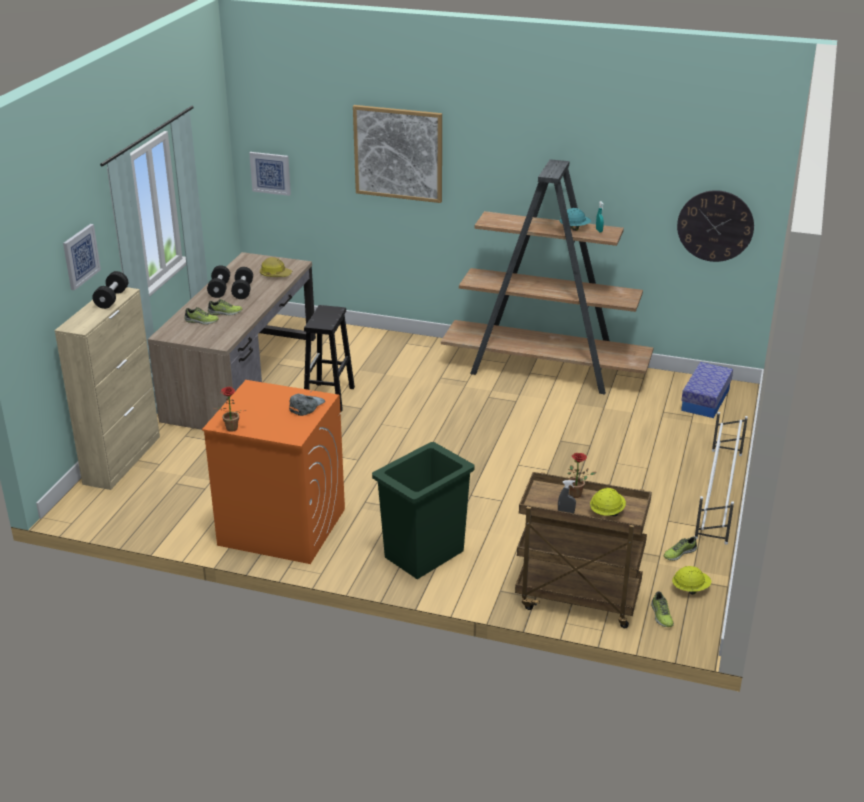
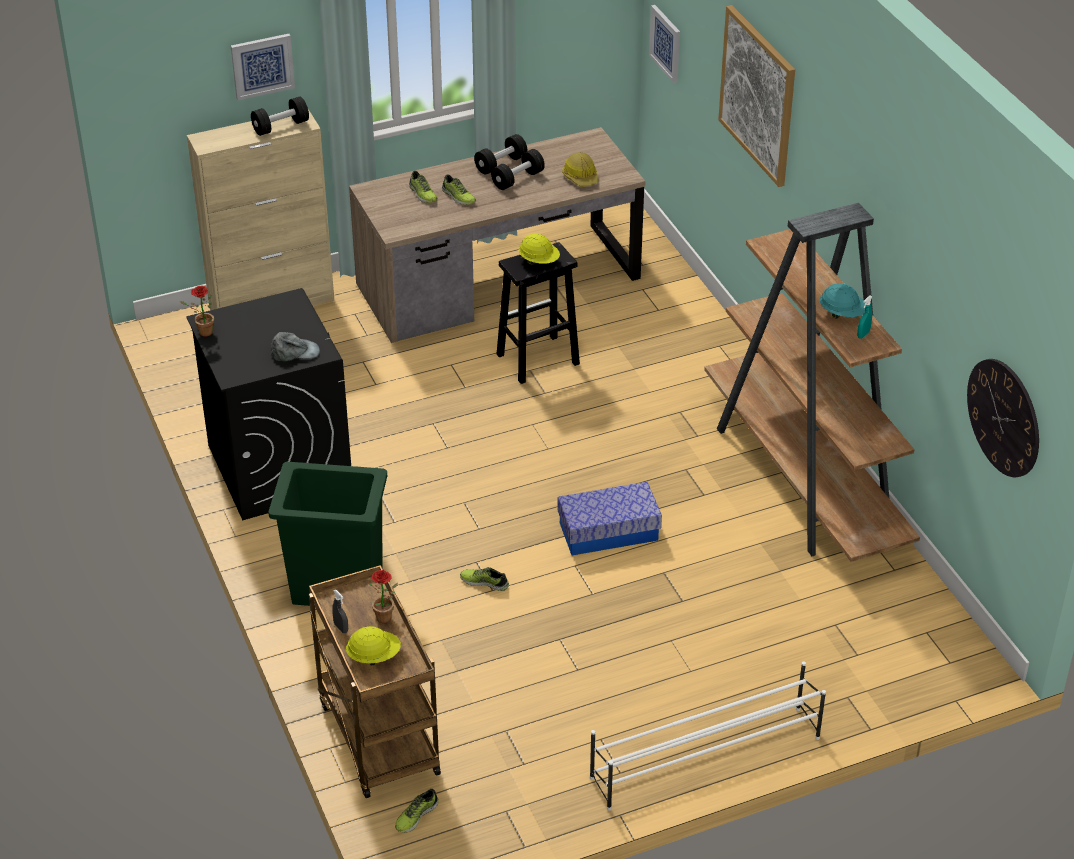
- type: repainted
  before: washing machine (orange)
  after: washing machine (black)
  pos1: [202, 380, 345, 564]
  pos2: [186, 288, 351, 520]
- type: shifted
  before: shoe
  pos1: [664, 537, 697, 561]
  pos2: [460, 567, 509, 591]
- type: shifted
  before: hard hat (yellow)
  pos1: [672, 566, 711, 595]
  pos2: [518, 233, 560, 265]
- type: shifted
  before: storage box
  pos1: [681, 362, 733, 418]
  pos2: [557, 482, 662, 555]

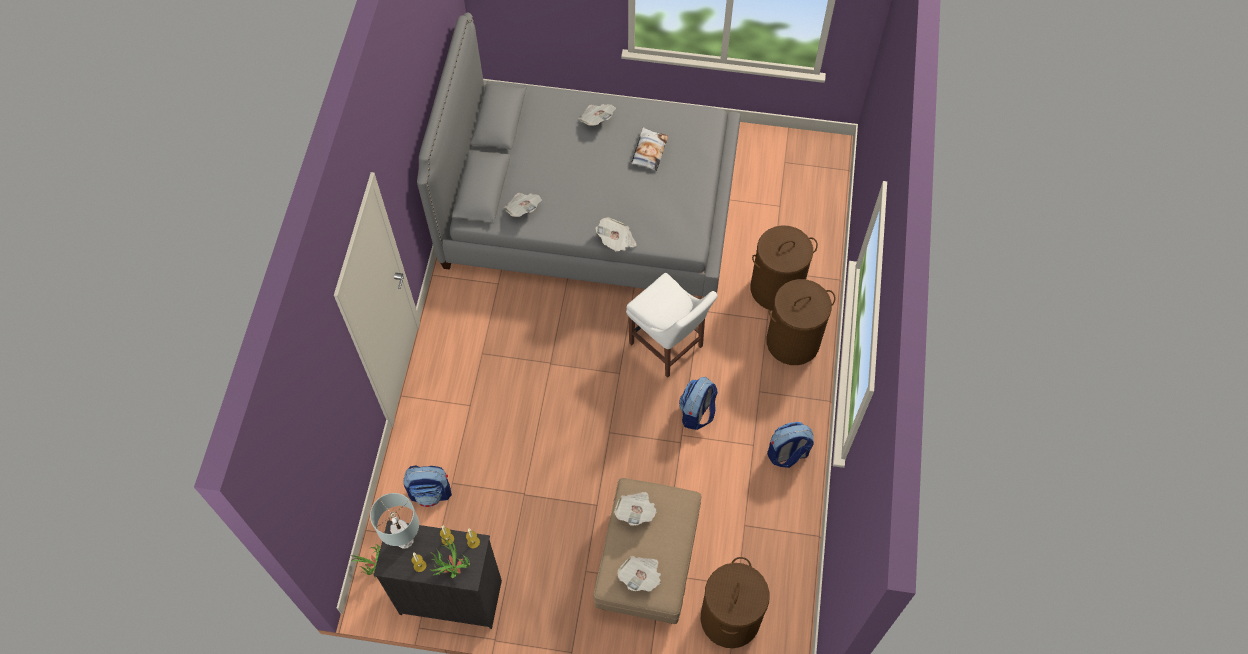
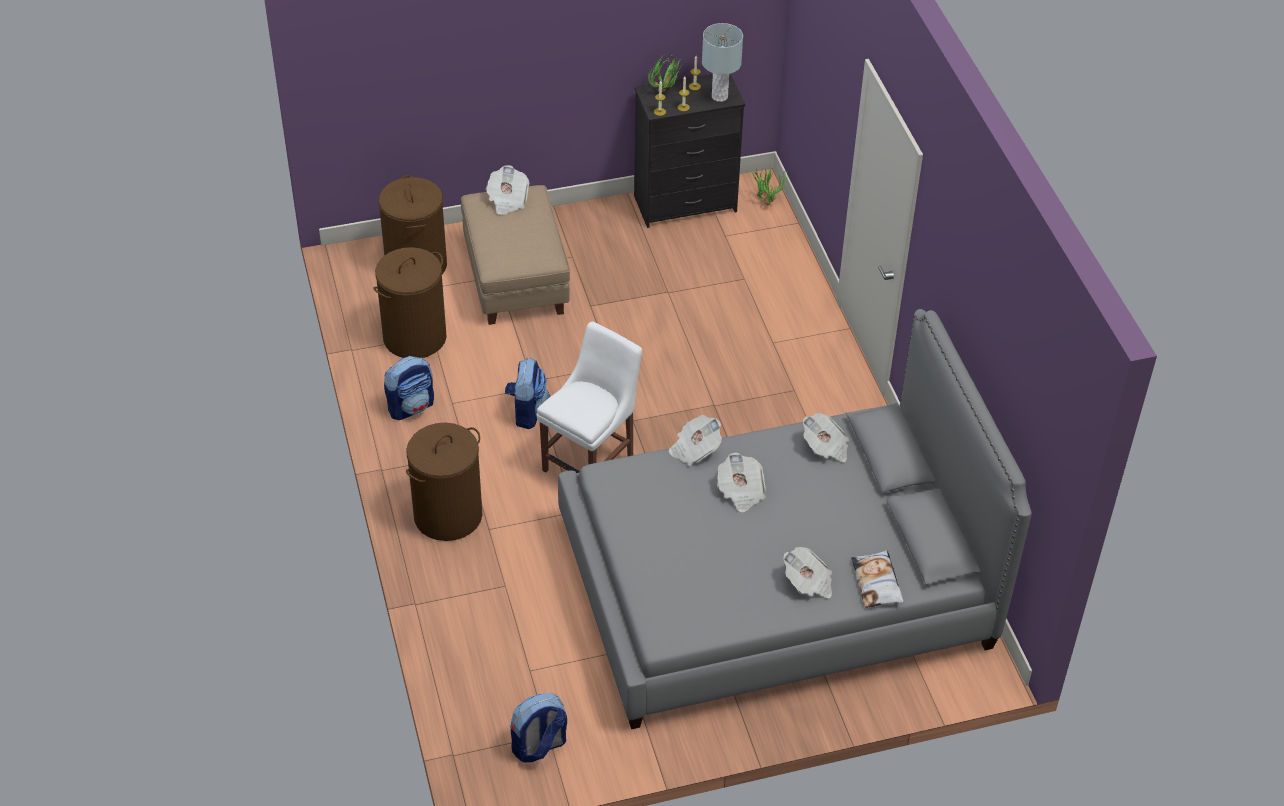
- type: shifted
  before: backpack
  pos1: [404, 466, 452, 507]
  pos2: [511, 693, 567, 763]
- type: shifted
  before: newspaper
  pos1: [614, 492, 657, 526]
  pos2: [717, 452, 766, 512]
- type: rotated
  before: chair (white)
  pos1: [626, 273, 718, 378]
  pos2: [537, 322, 642, 473]
  turn: 105
- type: shifted
  before: pillow
  pos1: [631, 127, 668, 171]
  pos2: [851, 550, 903, 608]
- type: shifted
  before: laundry basket (brown)
  pos1: [751, 225, 818, 310]
  pos2: [374, 247, 447, 358]

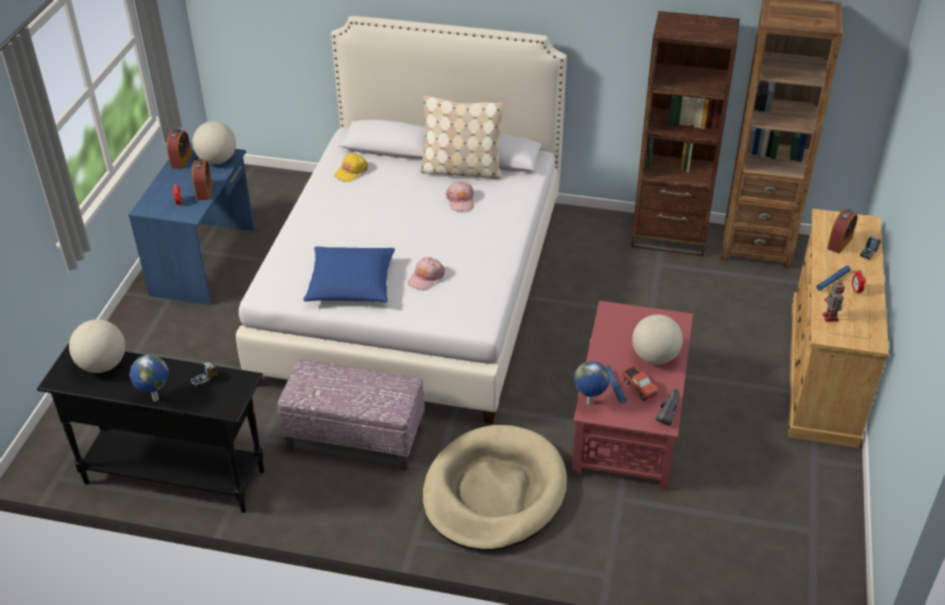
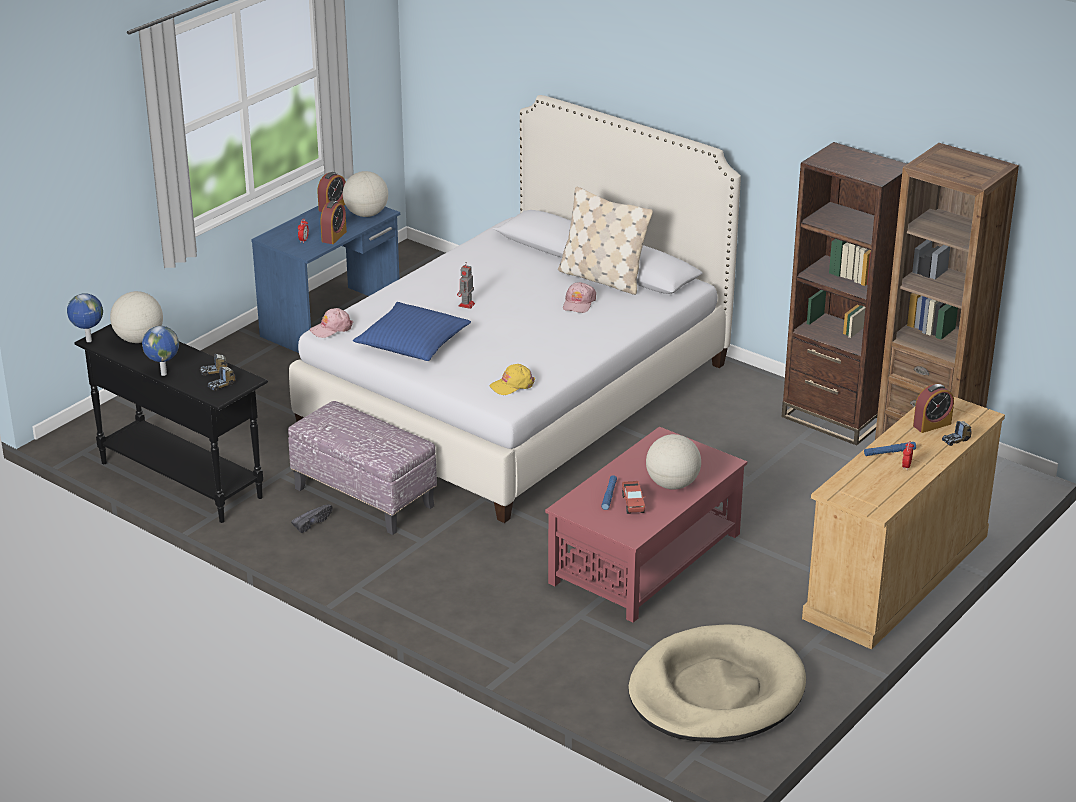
- type: shifted
  before: cap (yellow)
  pos1: [334, 153, 368, 182]
  pos2: [490, 364, 535, 395]
- type: shifted
  before: cap (pink)
  pos1: [408, 257, 445, 290]
  pos2: [309, 308, 353, 338]
- type: shifted
  before: dog bed (beige)
  pos1: [423, 425, 567, 551]
  pos2: [629, 624, 806, 743]
- type: shifted
  before: globe
  pos1: [574, 361, 610, 405]
  pos2: [67, 293, 103, 342]
- type: shifted
  before: shoe (black)
  pos1: [656, 389, 679, 426]
  pos2: [291, 504, 332, 533]
- type: shifted
  before: toy robot
  pos1: [822, 281, 845, 322]
  pos2: [457, 262, 475, 309]
- type: new
  after: toy truck
  pos2: [208, 367, 236, 391]

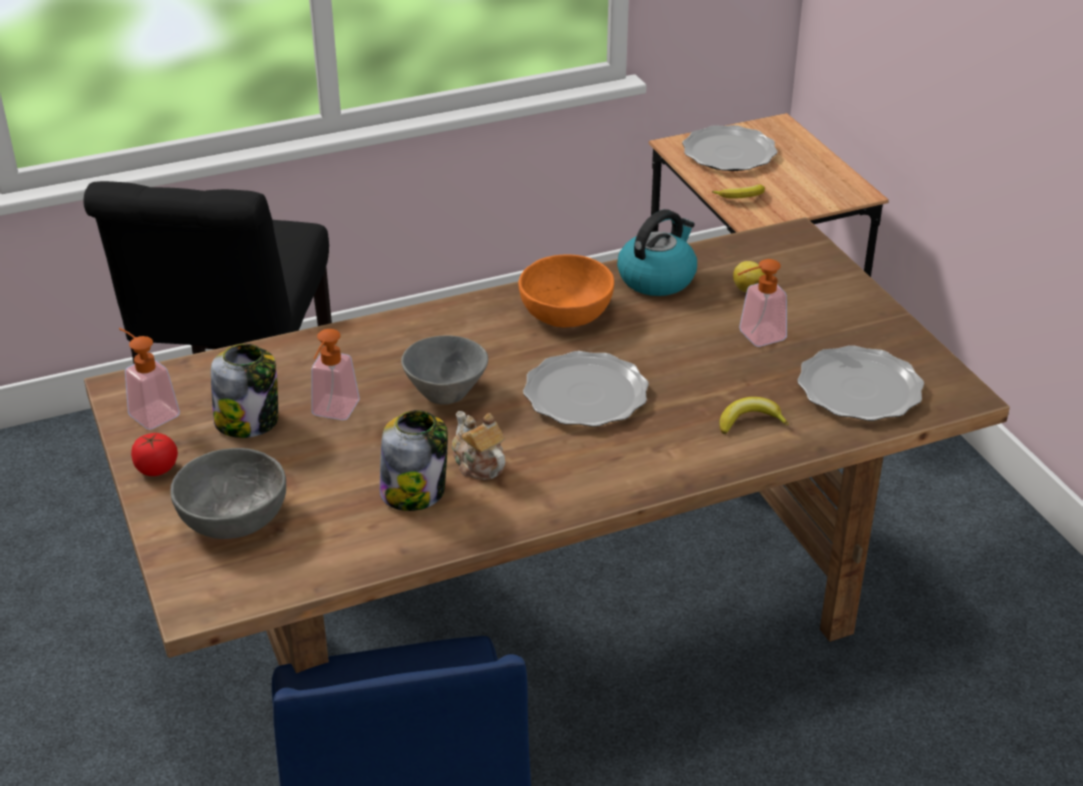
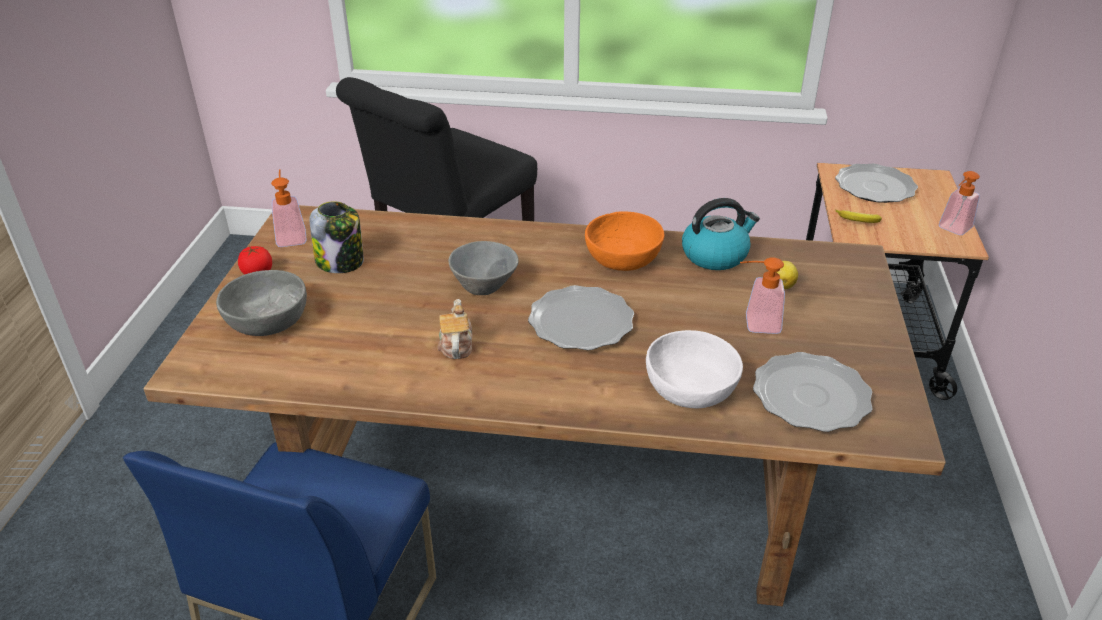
- type: shifted
  before: soap dispenser
  pos1: [311, 329, 360, 420]
  pos2: [939, 171, 980, 235]
- type: gone
  before: jar
  pos1: [380, 410, 448, 511]
- type: swapped
  before: banana
  after: bowl (white)
  pos1: [719, 397, 789, 434]
  pos2: [646, 330, 743, 408]

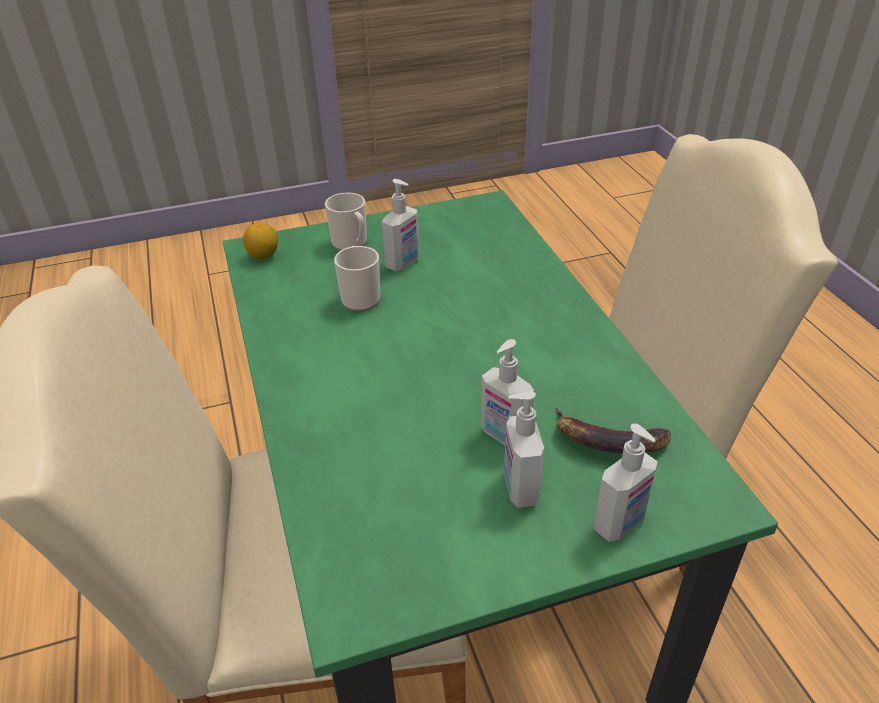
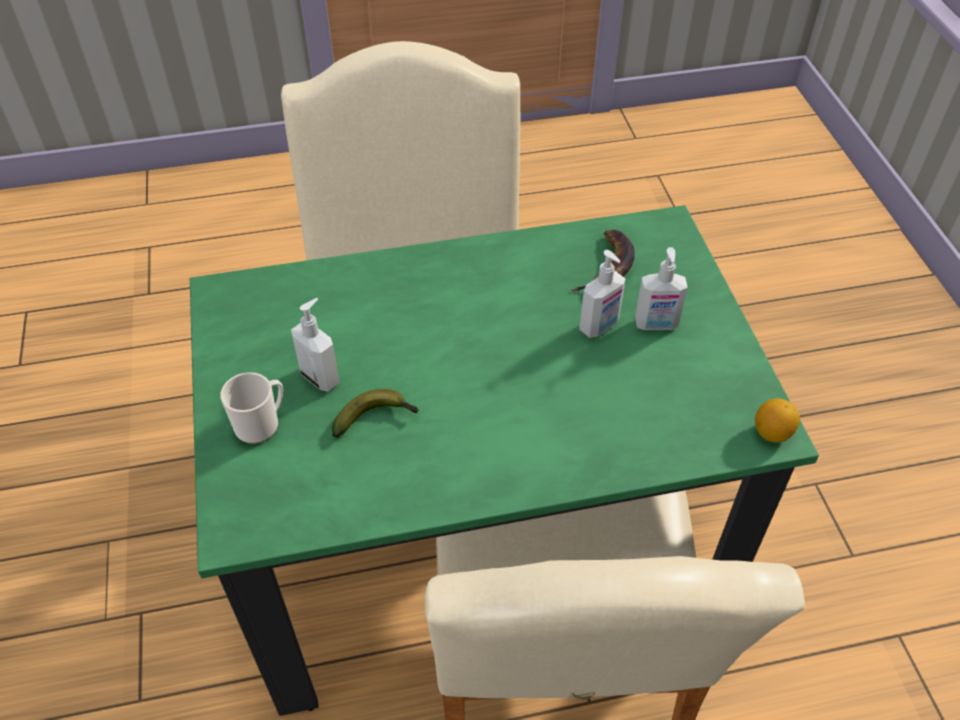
- type: shifted
  before: lemon
  pos1: [243, 222, 278, 260]
  pos2: [755, 398, 800, 443]
- type: swapped
  before: mug
  after: banana
  pos1: [334, 246, 380, 311]
  pos2: [332, 389, 419, 438]
- type: gone
  before: soap dispenser
  pos1: [593, 424, 658, 542]

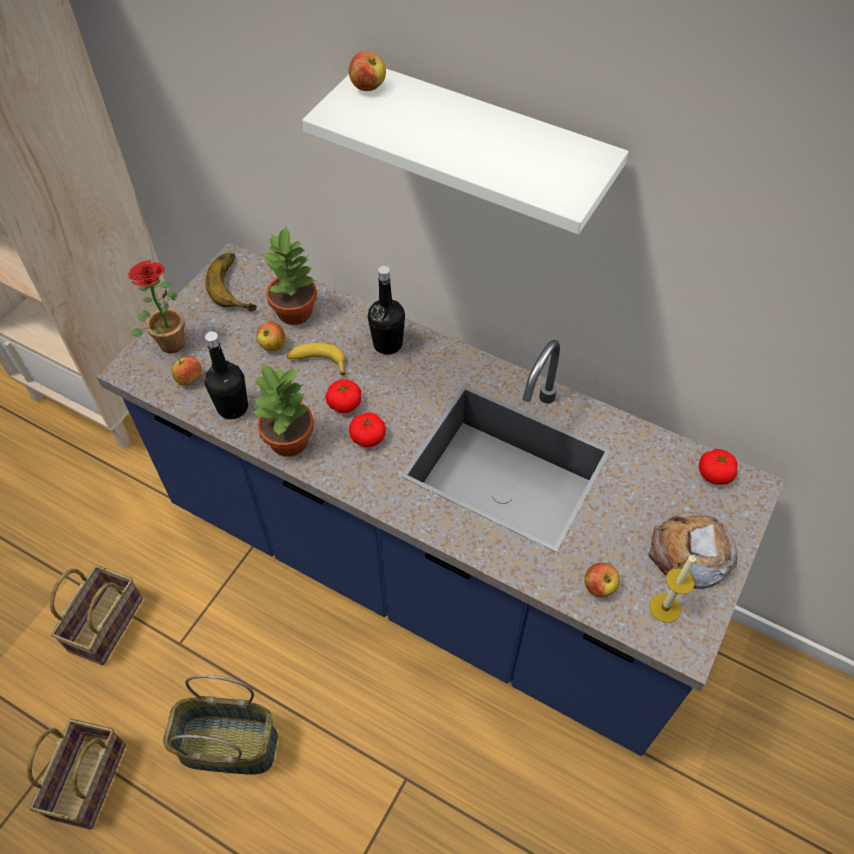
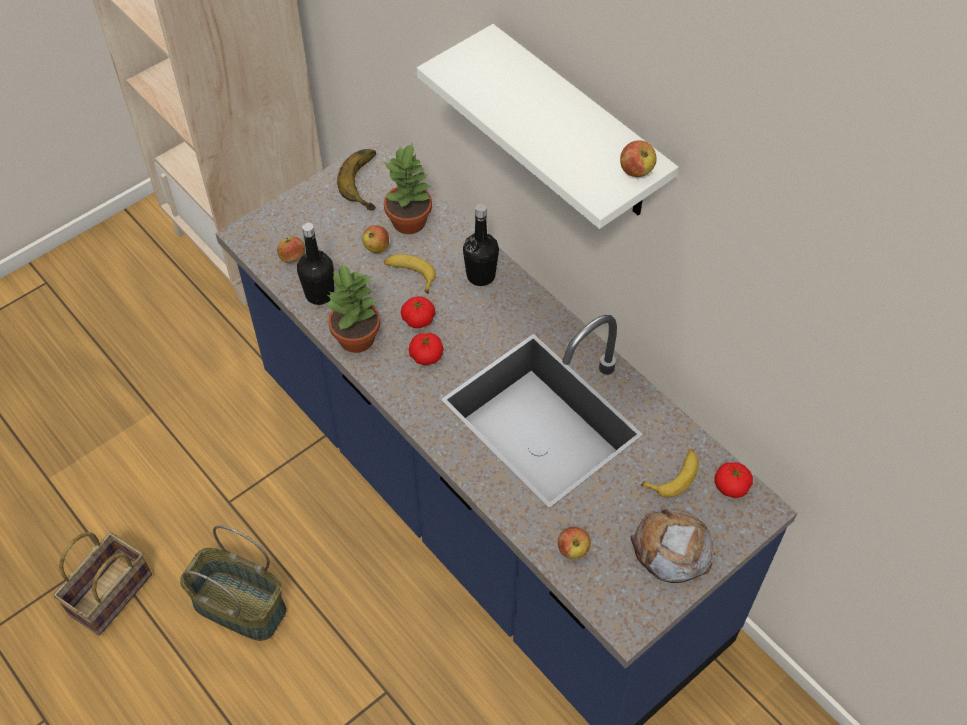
- type: gone
  before: basket
  pos1: [50, 565, 143, 665]
- type: gone
  before: potted plant
  pos1: [128, 260, 185, 353]
- type: shifted
  before: apple
  pos1: [349, 51, 386, 91]
  pos2: [620, 141, 656, 177]
- type: gone
  before: candle
  pos1: [649, 554, 696, 623]
- type: new
  after: banana
  pos2: [641, 449, 699, 497]

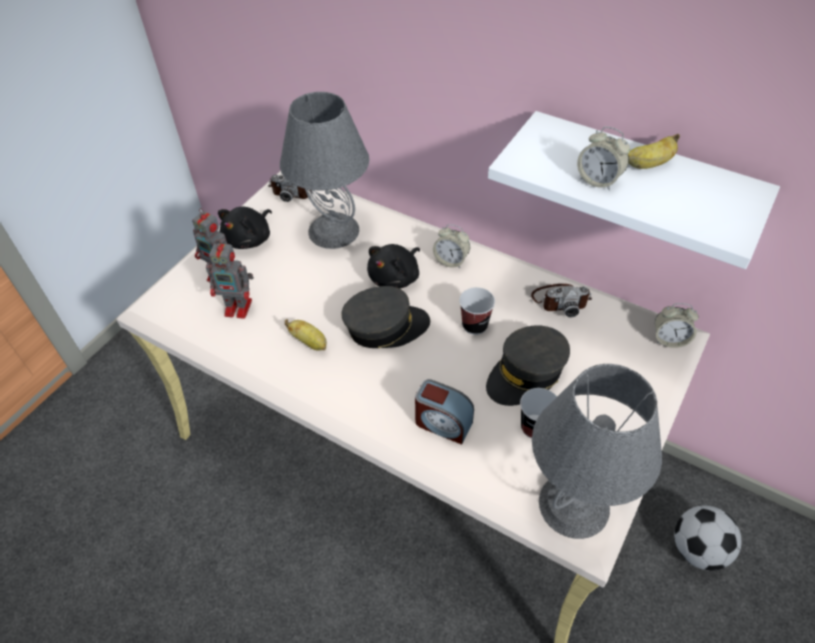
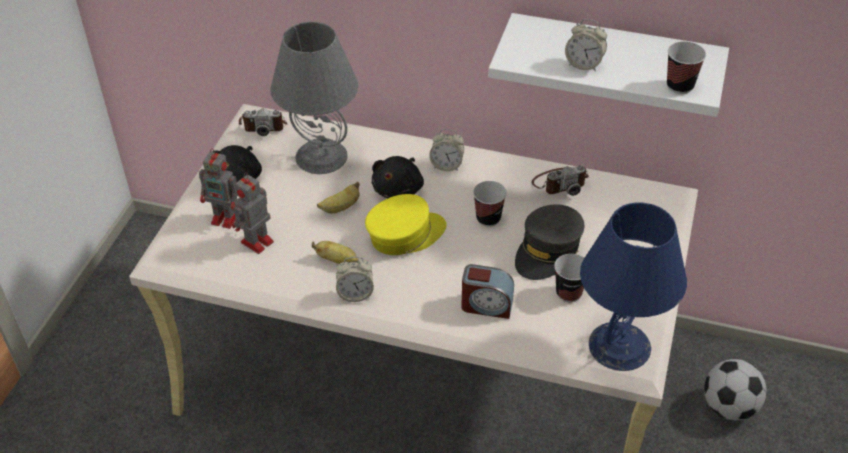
- type: rotated
  before: toy robot
  pos1: [206, 240, 254, 319]
  pos2: [232, 173, 274, 254]
  turn: 135
- type: repainted
  before: cap (grey)
  after: cap (yellow)
  pos1: [342, 286, 430, 348]
  pos2: [365, 194, 447, 255]
- type: repainted
  before: table lamp (grey)
  after: table lamp (blue)
  pos1: [532, 364, 662, 539]
  pos2: [580, 202, 687, 371]
- type: shifted
  before: banana
  pos1: [628, 134, 680, 169]
  pos2: [317, 182, 360, 213]
- type: shifted
  before: alarm clock
  pos1: [655, 303, 699, 348]
  pos2: [336, 257, 374, 302]
- type: new
  after: cup
  pos2: [667, 41, 706, 94]

